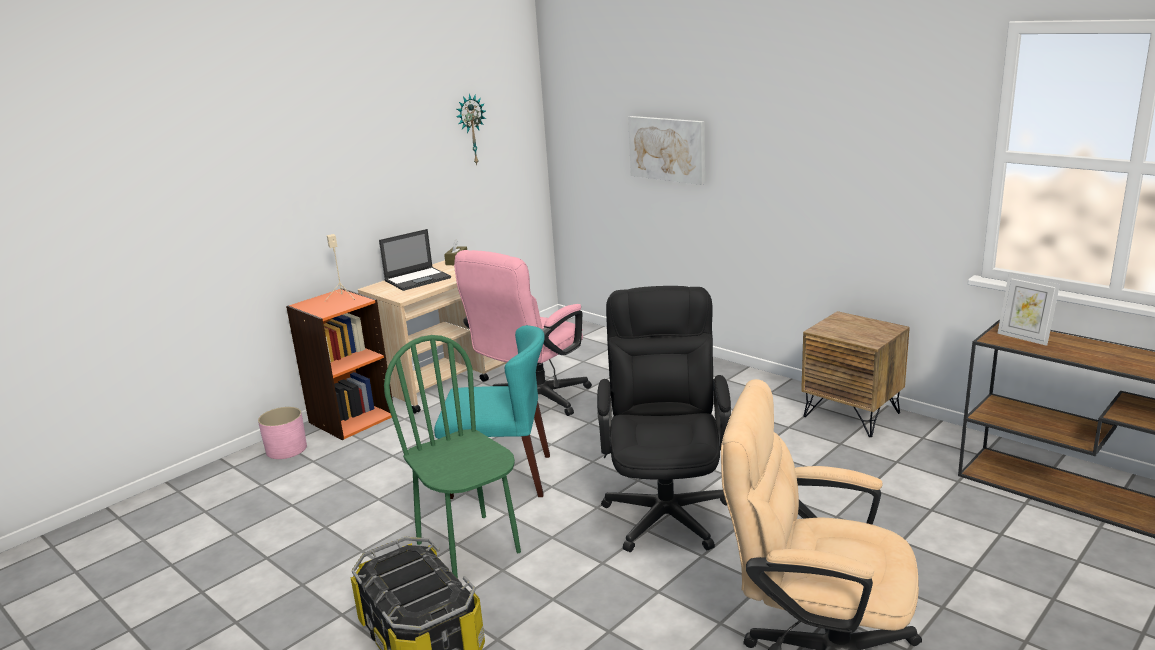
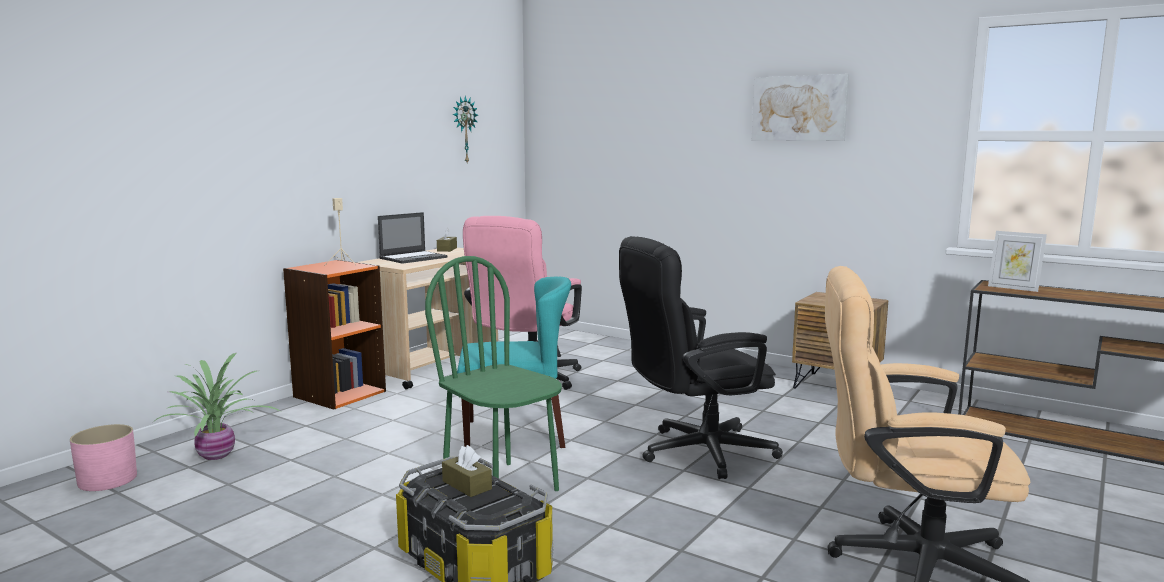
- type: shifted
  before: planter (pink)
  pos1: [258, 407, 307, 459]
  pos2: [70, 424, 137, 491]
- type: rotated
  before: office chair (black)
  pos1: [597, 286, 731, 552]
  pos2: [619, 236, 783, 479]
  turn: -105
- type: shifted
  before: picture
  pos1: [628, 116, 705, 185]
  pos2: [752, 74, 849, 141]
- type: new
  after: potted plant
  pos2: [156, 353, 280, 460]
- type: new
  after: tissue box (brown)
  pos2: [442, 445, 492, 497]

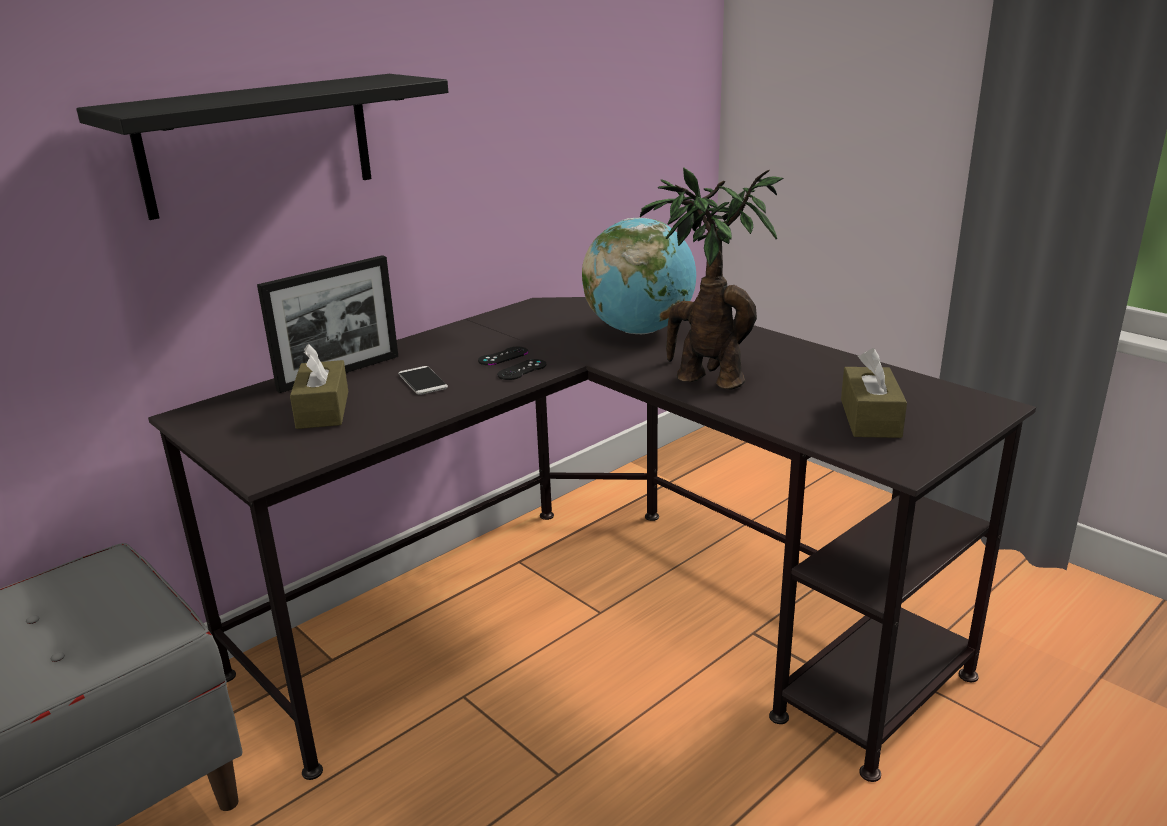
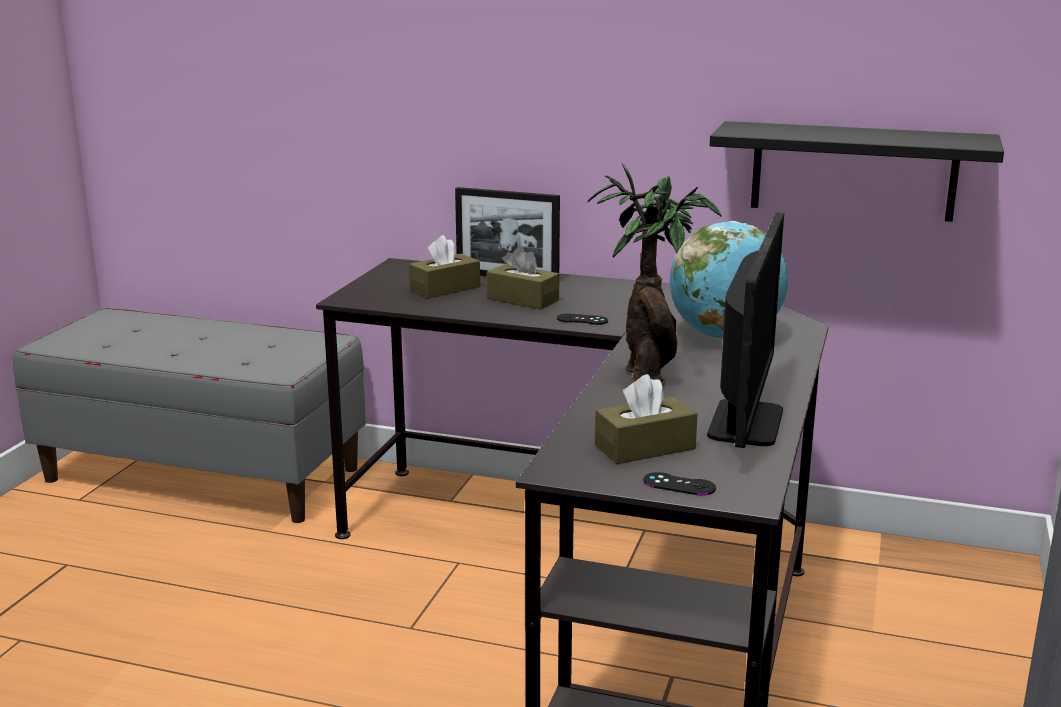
- type: shifted
  before: shelf (black)
  pos1: [76, 74, 448, 220]
  pos2: [710, 121, 1004, 222]
- type: swapped
  before: phone
  after: tissue box (brown)
  pos1: [398, 366, 448, 395]
  pos2: [487, 246, 559, 309]
- type: shifted
  before: game controller (black)
  pos1: [478, 347, 528, 365]
  pos2: [644, 472, 716, 496]
- type: new
  after: monitor
  pos2: [707, 213, 784, 448]

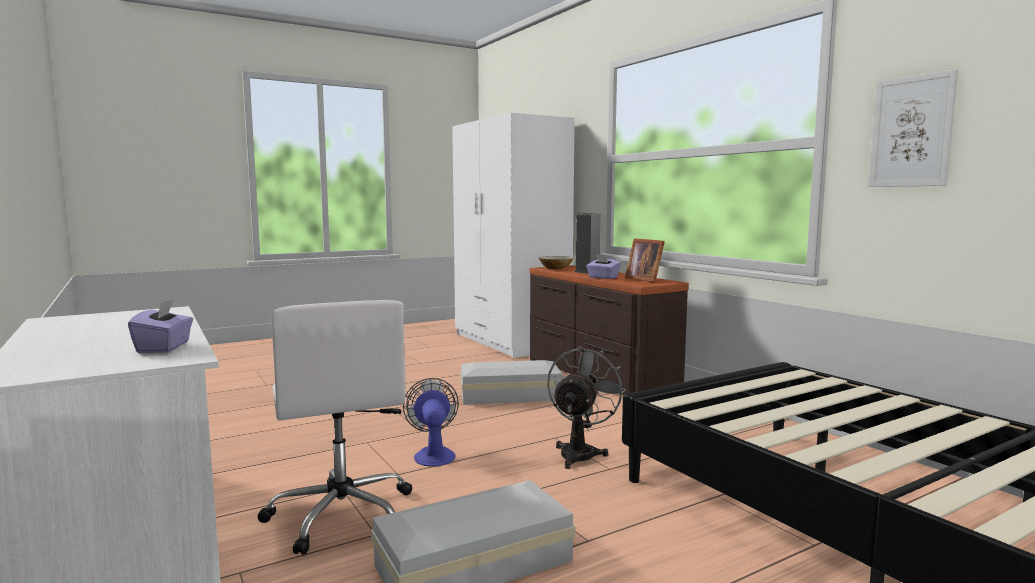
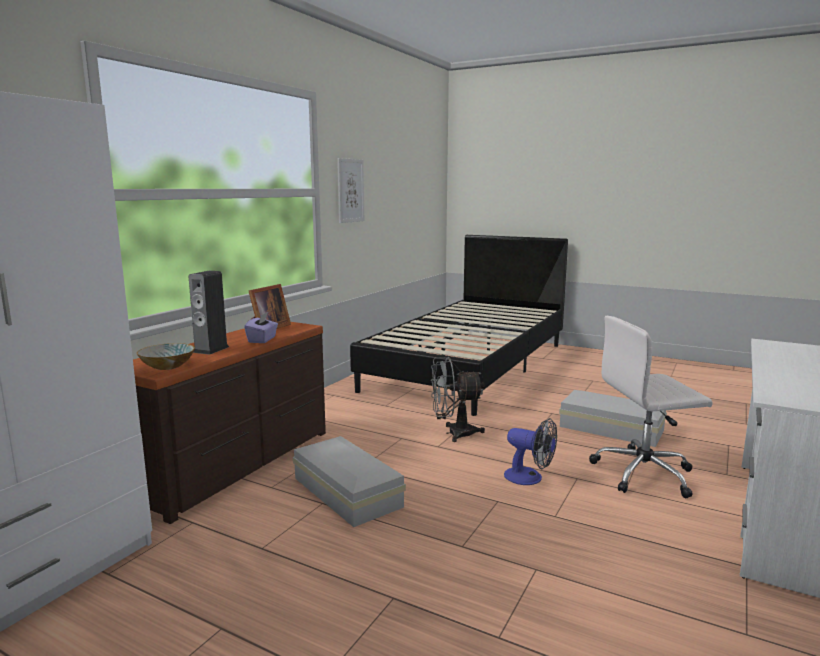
- type: gone
  before: tissue box (purple)
  pos1: [128, 298, 193, 353]
- type: rotated
  before: office chair (white)
  pos1: [257, 300, 412, 555]
  pos2: [589, 316, 713, 498]
  turn: -135
- type: rotated
  before: fan
  pos1: [403, 378, 459, 466]
  pos2: [504, 418, 557, 485]
  turn: -105

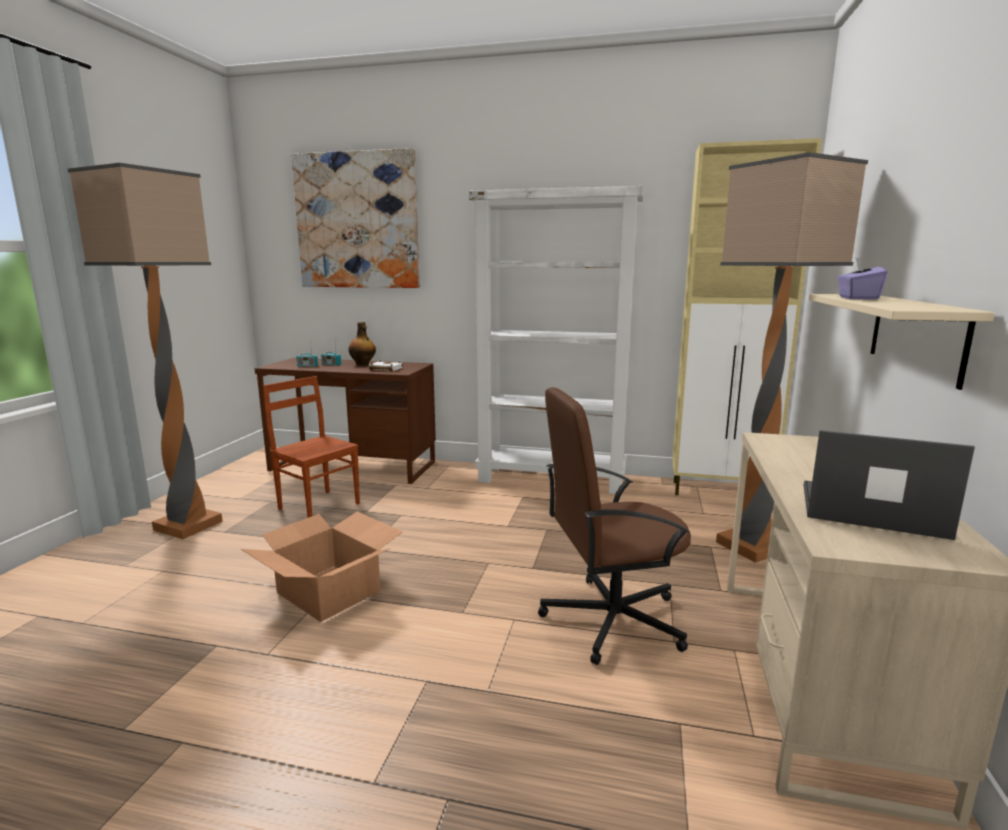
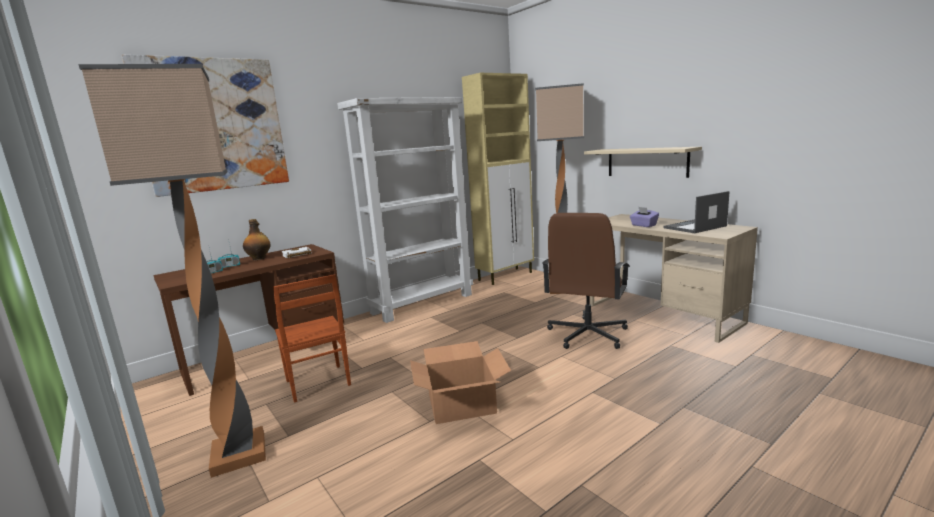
- type: rotated
  before: chair (brown)
  pos1: [263, 376, 360, 518]
  pos2: [273, 274, 351, 403]
  turn: -105
- type: shifted
  before: tissue box (purple)
  pos1: [837, 257, 888, 300]
  pos2: [630, 207, 659, 227]

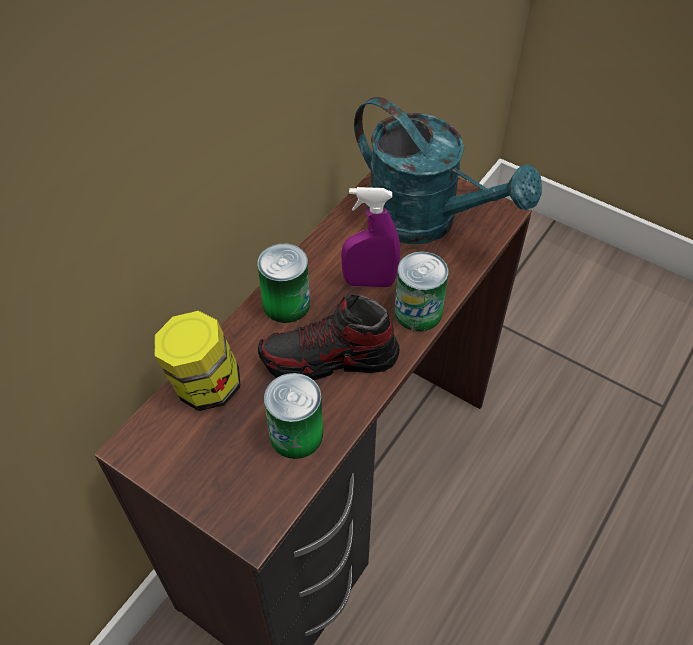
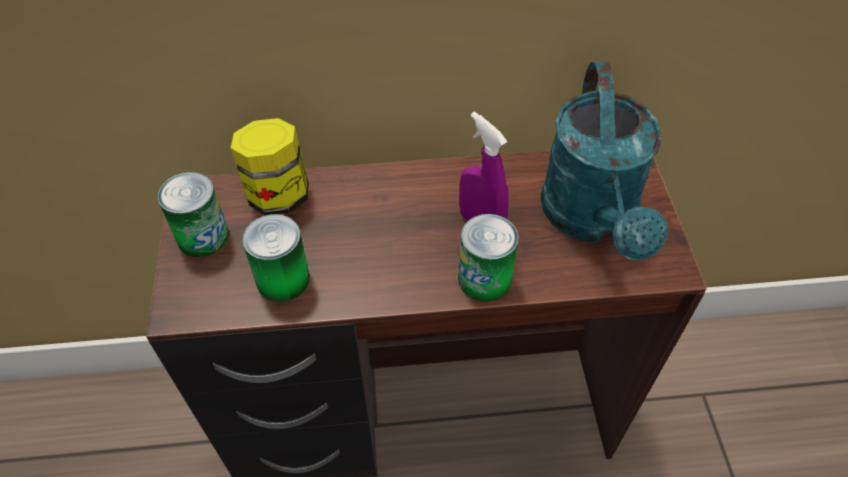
- type: shifted
  before: can
  pos1: [257, 243, 310, 323]
  pos2: [158, 172, 229, 257]
- type: gone
  before: shoe
  pos1: [258, 295, 400, 380]

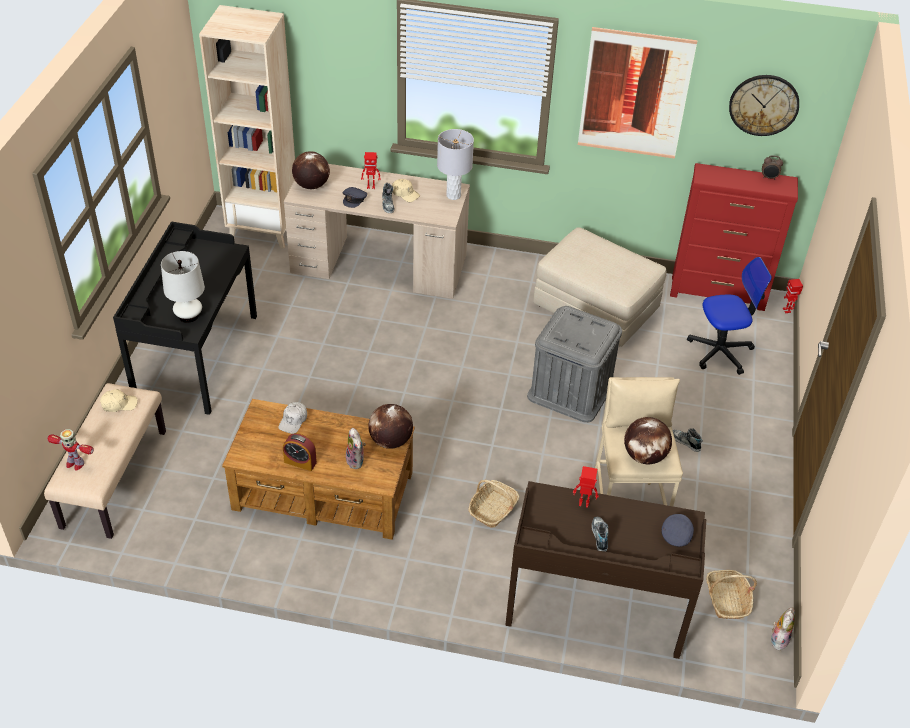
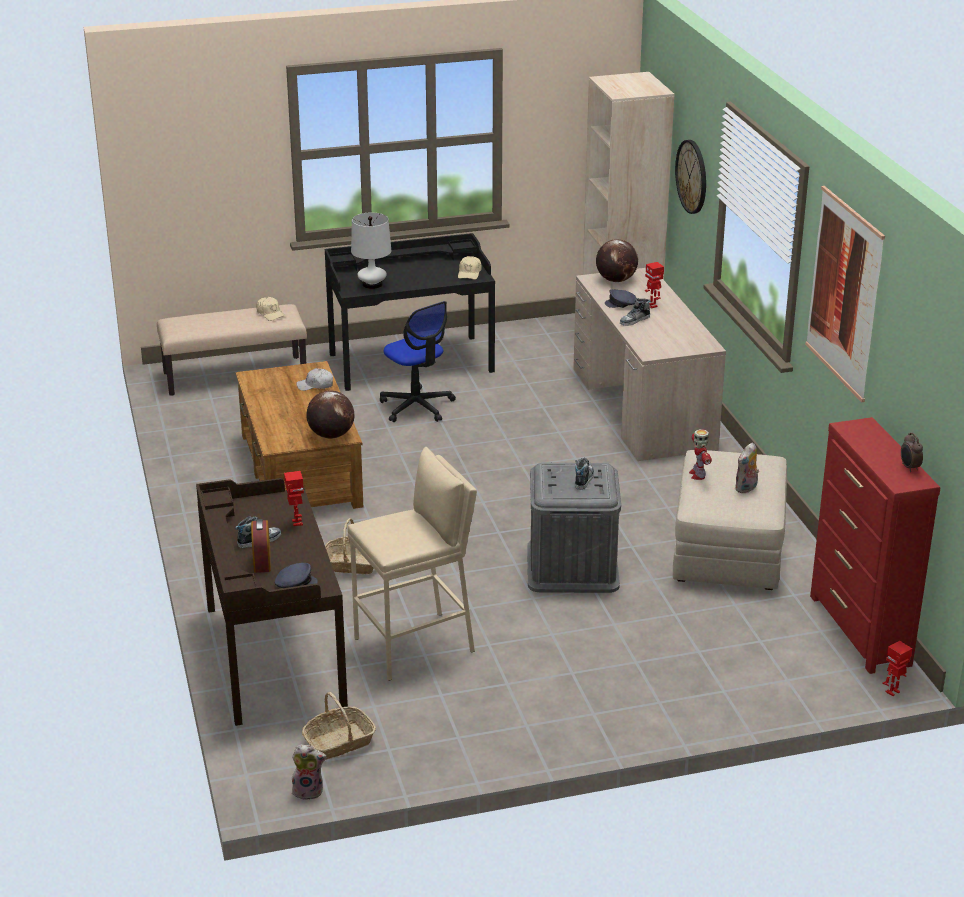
- type: shifted
  before: toy robot
  pos1: [47, 429, 94, 471]
  pos2: [689, 429, 712, 480]
- type: shifted
  before: alarm clock
  pos1: [283, 433, 317, 471]
  pos2: [251, 519, 271, 573]
- type: shifted
  before: plush toy
  pos1: [346, 428, 366, 469]
  pos2: [735, 442, 759, 493]
- type: shifted
  before: cap (beige)
  pos1: [392, 179, 420, 202]
  pos2: [458, 256, 482, 280]
- type: gone
  before: table lamp (grey)
  pos1: [437, 129, 474, 200]
- type: gone
  before: globe
  pos1: [624, 417, 672, 464]
- type: shifted
  before: shoe
  pos1: [673, 428, 703, 452]
  pos2: [575, 458, 594, 490]
- type: shifted
  before: office chair
  pos1: [687, 257, 772, 375]
  pos2: [380, 301, 456, 422]
- type: shifted
  before: wall clock
  pos1: [729, 75, 799, 136]
  pos2: [675, 140, 706, 214]

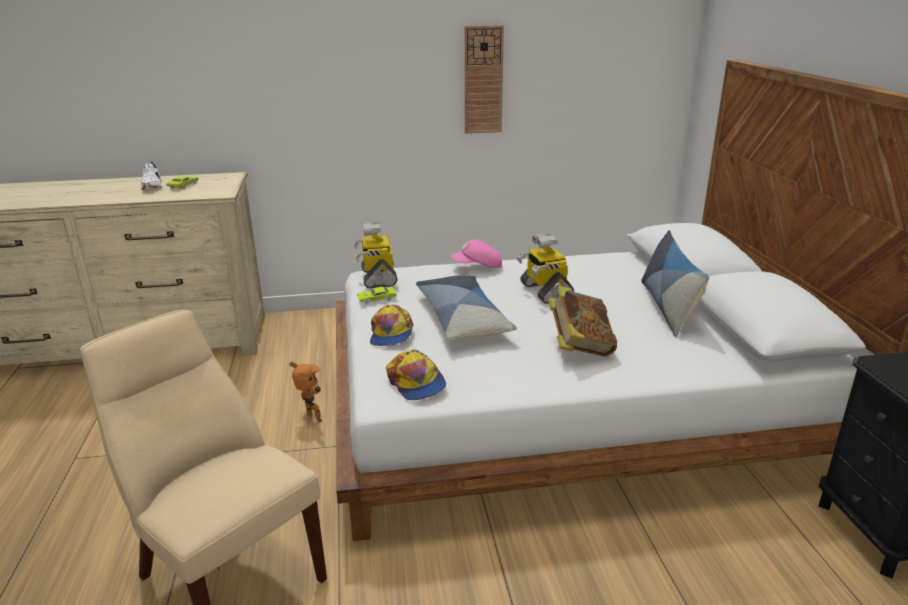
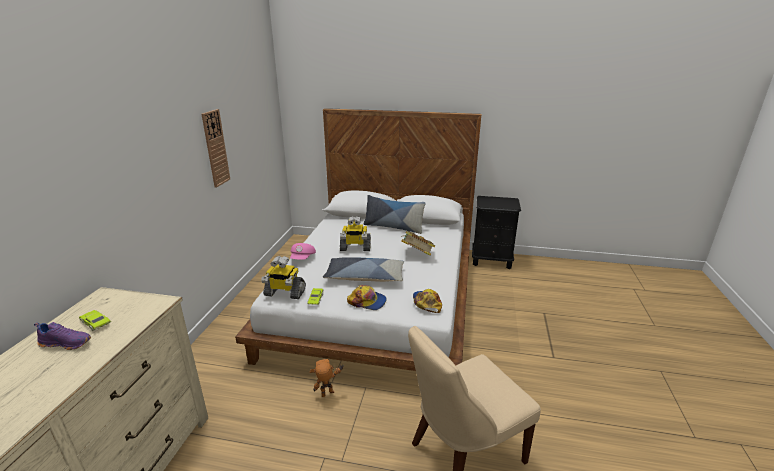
- type: repainted
  before: shoe (white)
  after: shoe (purple)
  pos1: [141, 161, 162, 190]
  pos2: [34, 322, 91, 350]
- type: rotated
  before: cap
  pos1: [386, 349, 446, 400]
  pos2: [413, 289, 442, 313]
  turn: -90

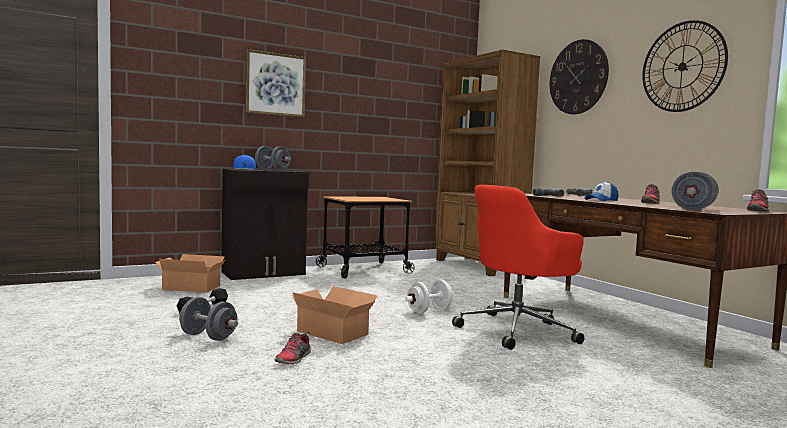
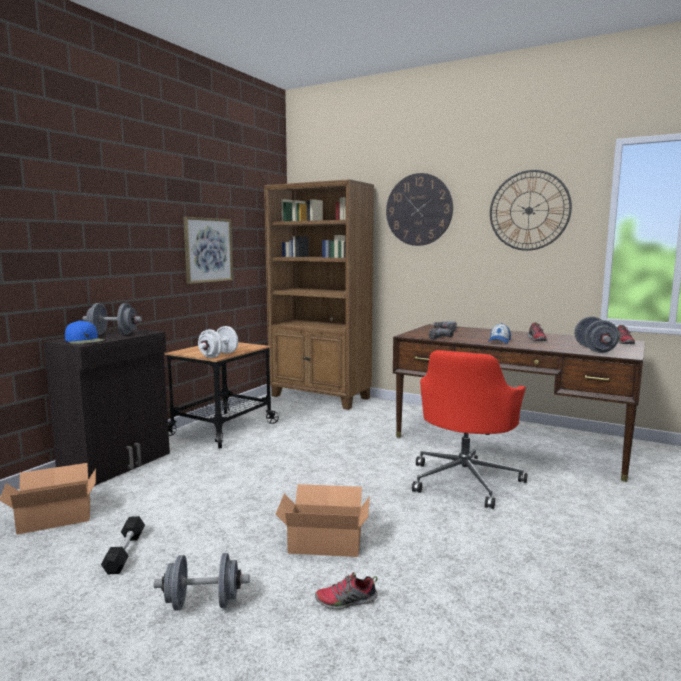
- type: shifted
  before: picture
  pos1: [245, 49, 306, 117]
  pos2: [183, 217, 233, 284]
- type: rotated
  before: shoe
  pos1: [275, 332, 311, 364]
  pos2: [315, 572, 378, 610]
  turn: 90
- type: shifted
  before: dumbbell (white)
  pos1: [405, 280, 454, 314]
  pos2: [198, 326, 238, 358]

